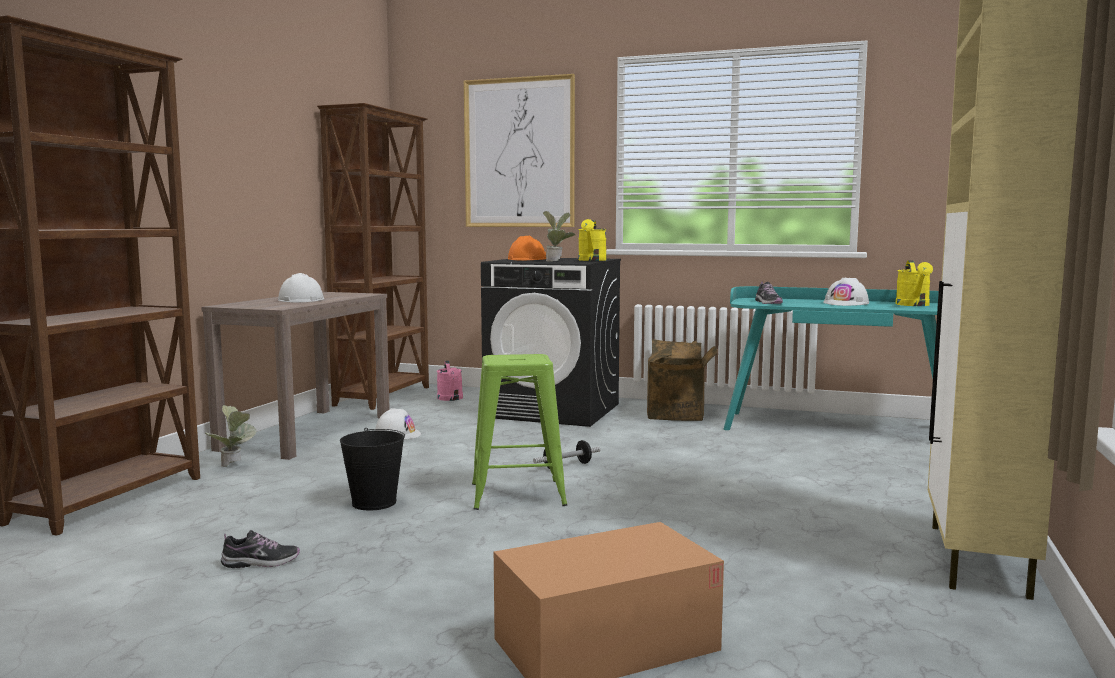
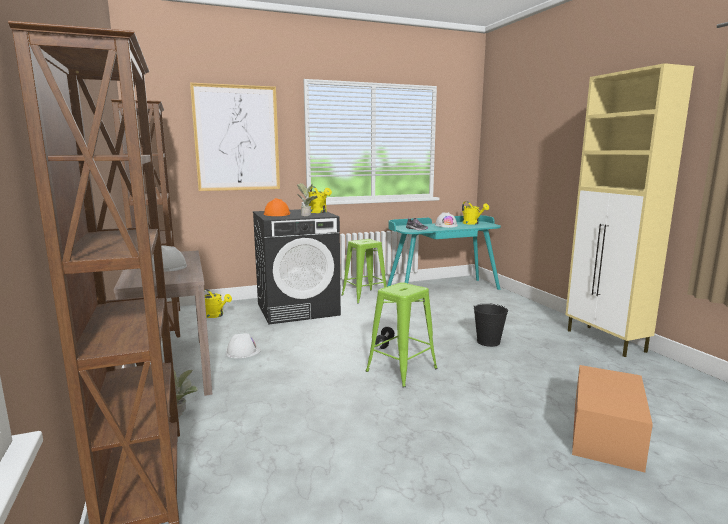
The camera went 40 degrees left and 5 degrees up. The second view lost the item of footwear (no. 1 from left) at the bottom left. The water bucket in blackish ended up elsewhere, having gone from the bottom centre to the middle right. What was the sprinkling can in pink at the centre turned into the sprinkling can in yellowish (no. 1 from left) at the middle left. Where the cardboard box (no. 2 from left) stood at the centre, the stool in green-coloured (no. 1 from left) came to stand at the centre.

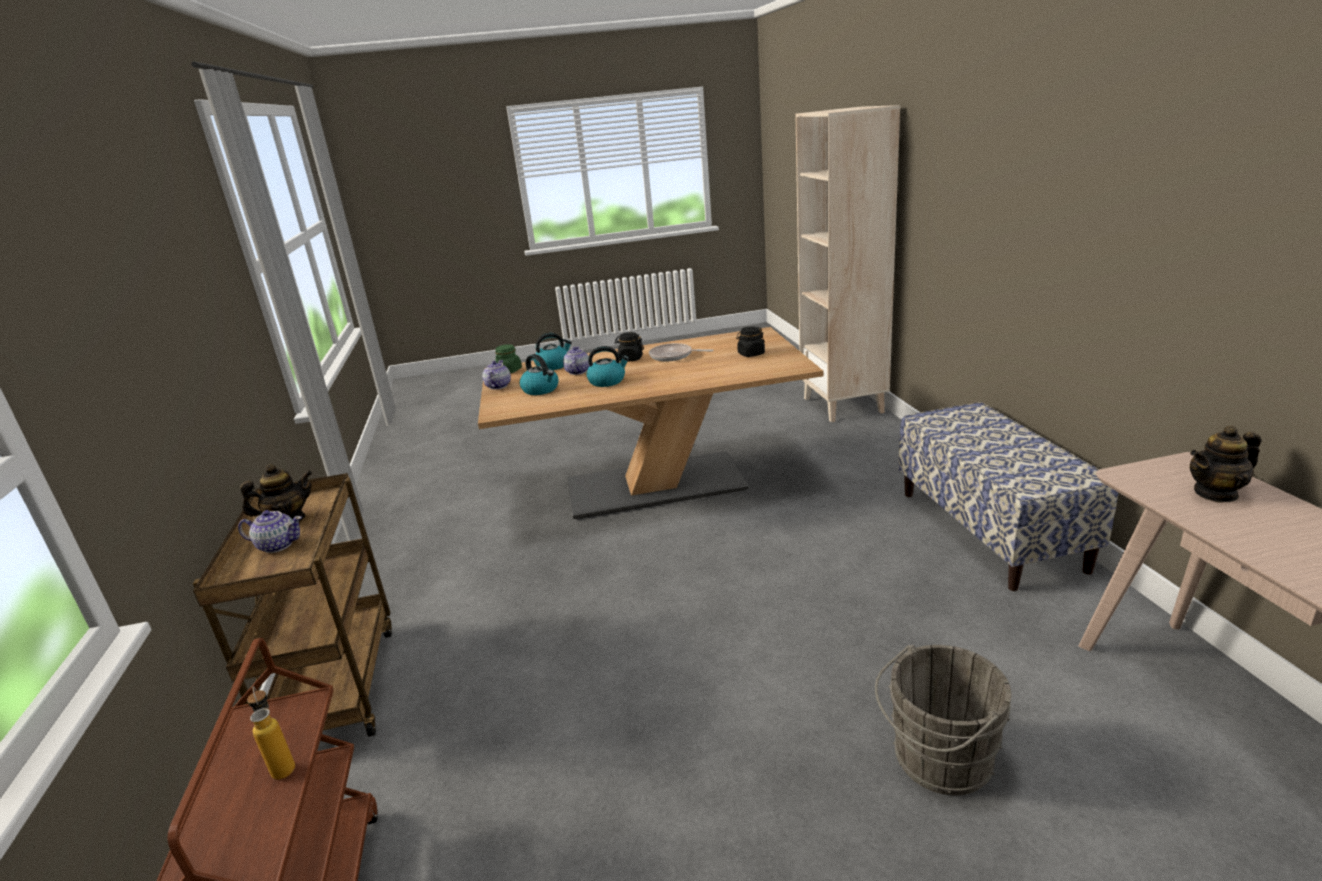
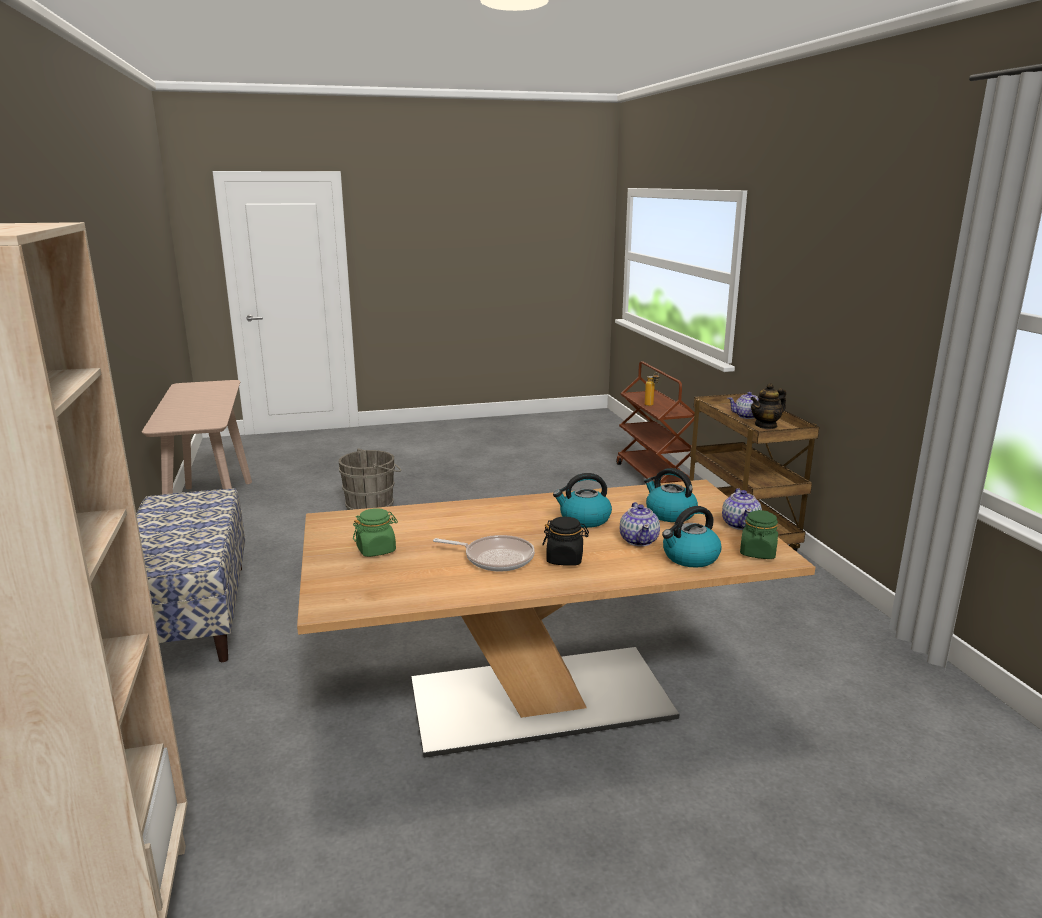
The camera went 175 degrees right and 5 degrees down. What was the preserve jar in blackish (no. 2 from left) at the centre turned into the preserve jar in green-coloured (no. 1 from left) at the centre. The second view lost the tea pot (no. 5 from left) at the middle right.

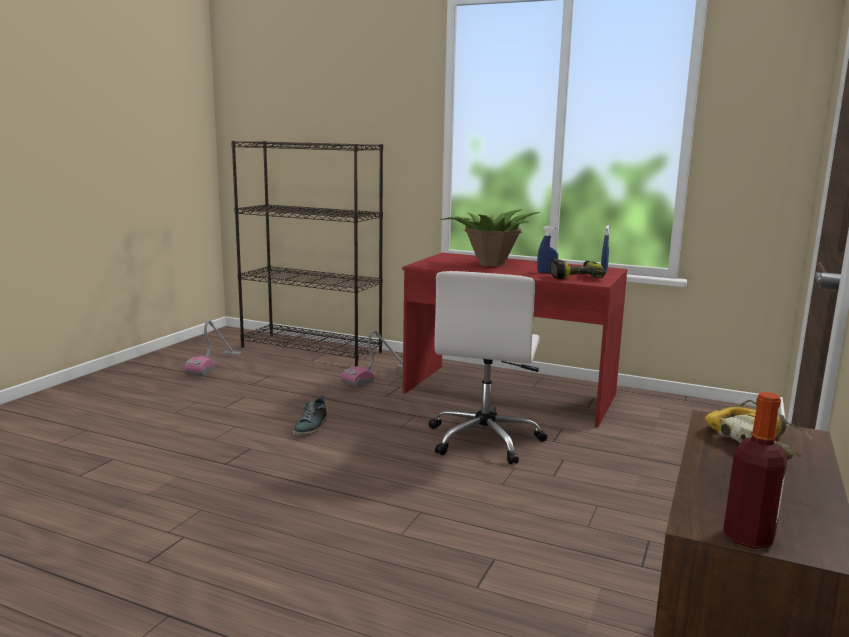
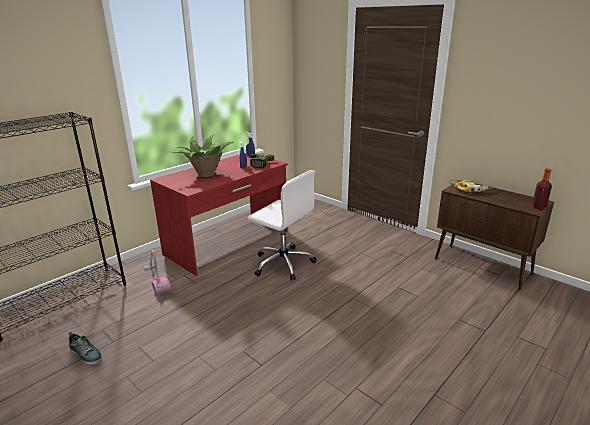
The camera went 70 degrees left and 10 degrees up. The second view lost the vacuum cleaner (no. 1 from left) at the middle left. The item of footwear ended up elsewhere, having gone from the centre to the bottom left.

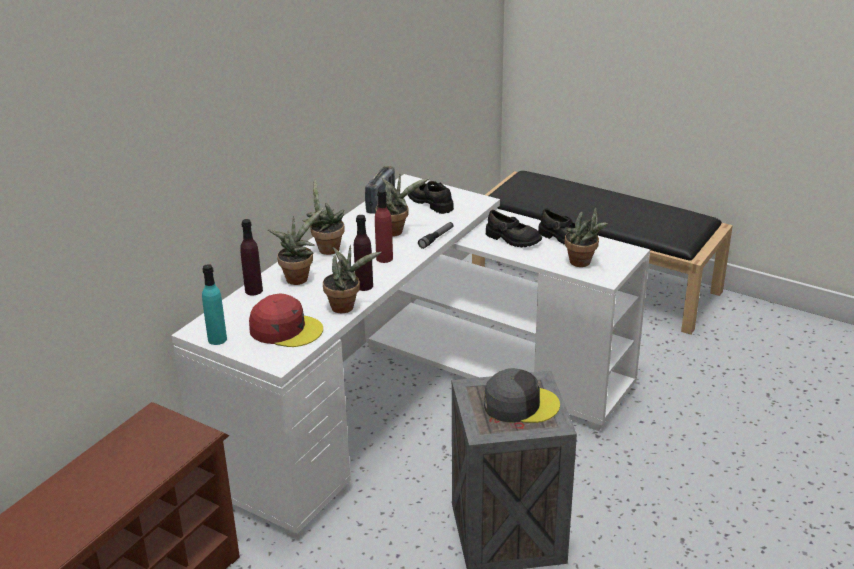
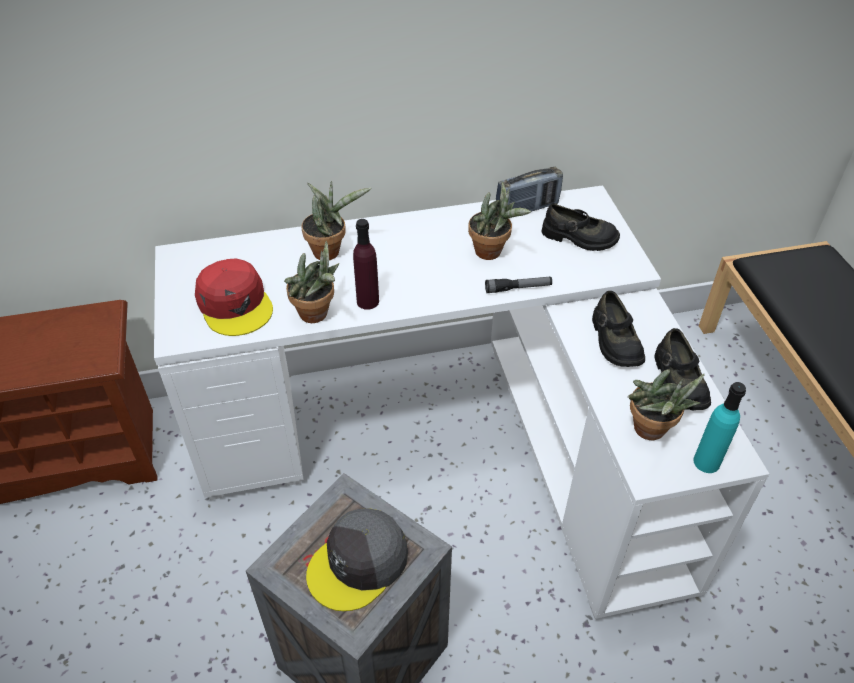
The camera went 45 degrees right and 15 degrees up. The bottle in blue-green ended up elsewhere, having gone from the middle left to the middle right. The second view lost the bottle in purple-coloured (no. 1 from left) at the middle left. The second view lost the plant in a pot (no. 2 from left) at the centre. The second view lost the bottle in reddish at the centre. The item of footwear in blackish (no. 1 from left) at the centre ended up facing another way, 105 degrees clockwise from before. The baseball cap in grey at the bottom centre ended up facing another way, 90 degrees clockwise from before.

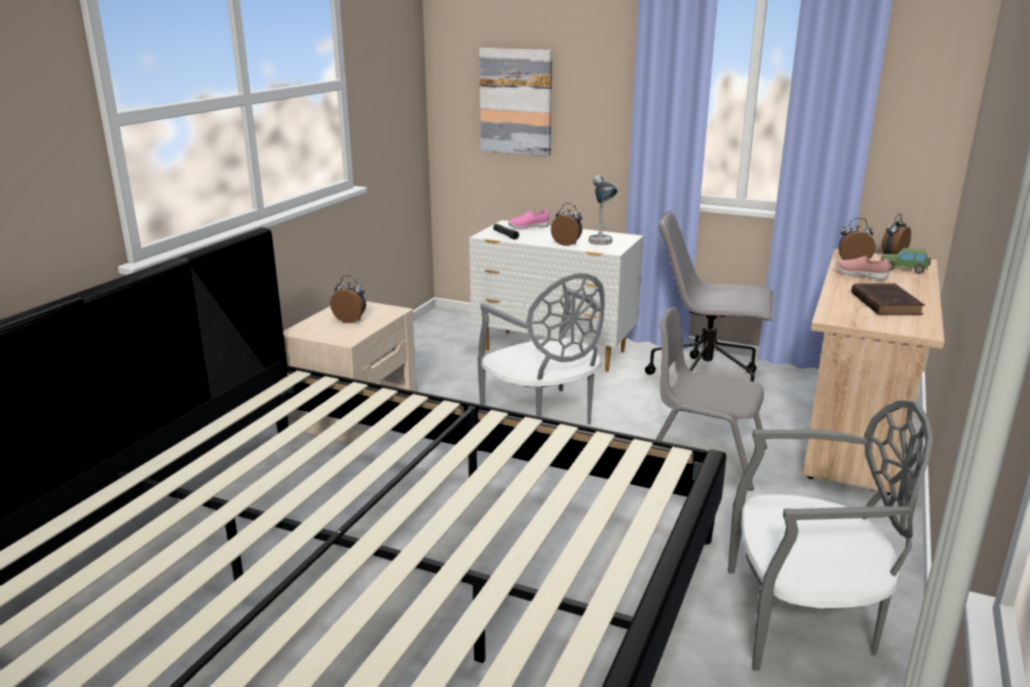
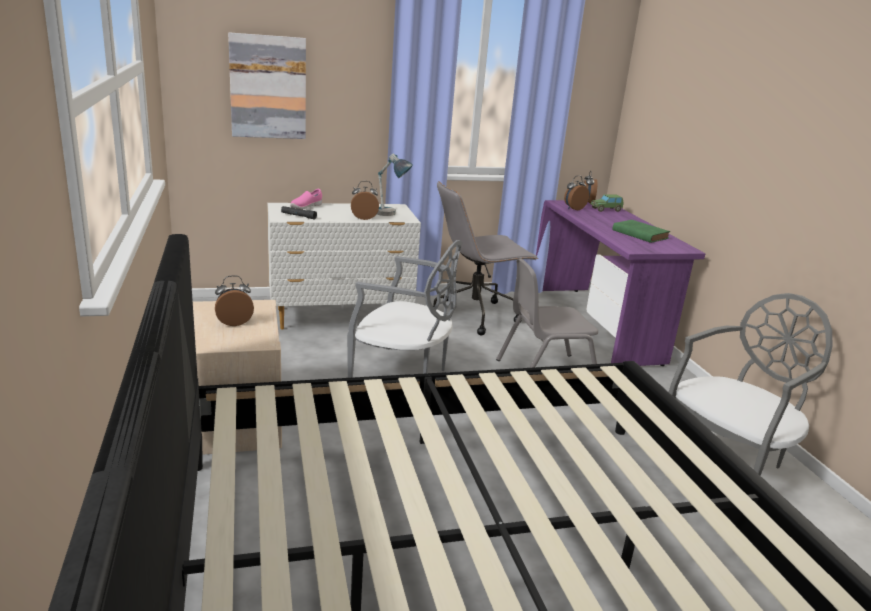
The camera went 40 degrees left and 0 degrees up. What was the desk table in sand-coloured at the middle right turned into the desk table in purple-coloured at the middle right. The second view lost the item of footwear in pink (no. 2 from left) at the middle right. What was the volume in brown-coloured at the middle right turned into the volume in green-coloured at the middle right.

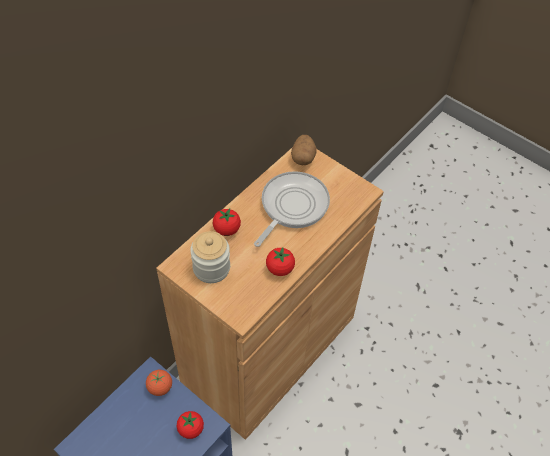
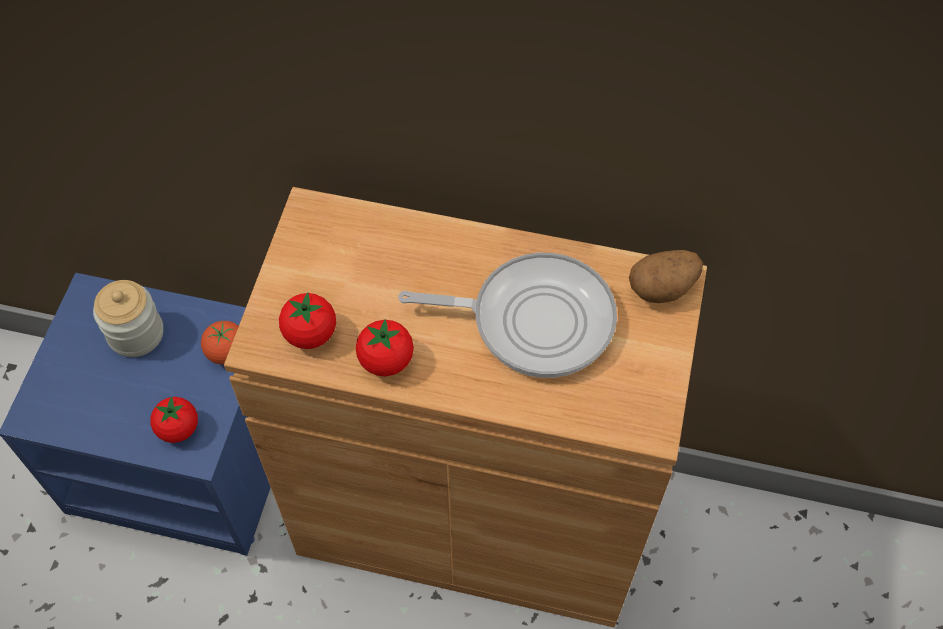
The camera went 65 degrees right and 5 degrees up. The preserve jar ended up elsewhere, having gone from the centre to the middle left. The fresh tomato (no. 3 from left) ended up elsewhere, having gone from the centre to the middle left.

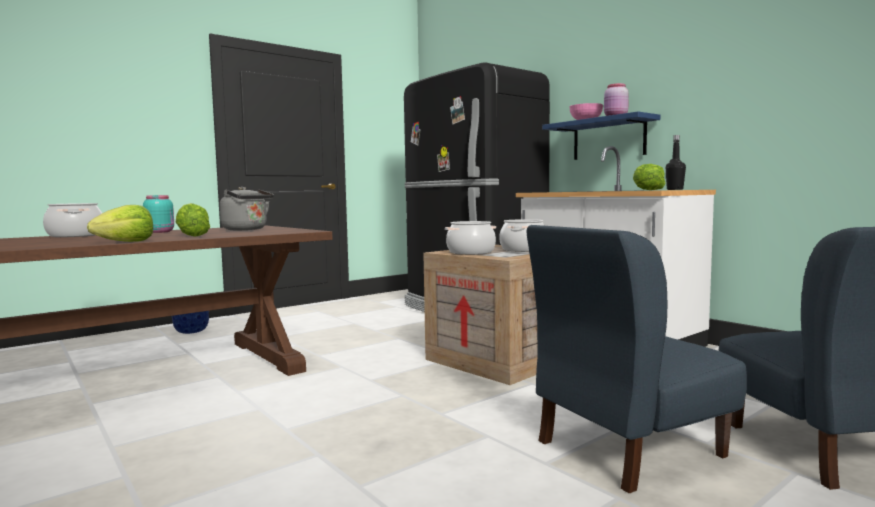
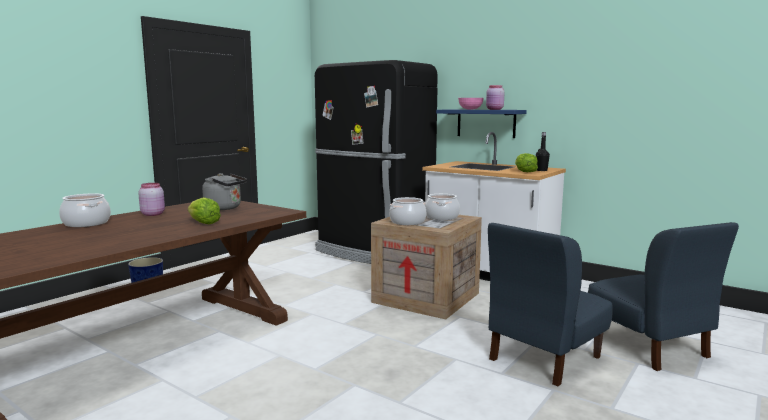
The camera went 15 degrees left and 5 degrees up. The second view lost the lettuce head (no. 1 from left) at the middle left. What was the preserve jar in blue-green at the middle left turned into the preserve jar in pink (no. 1 from left) at the middle left.

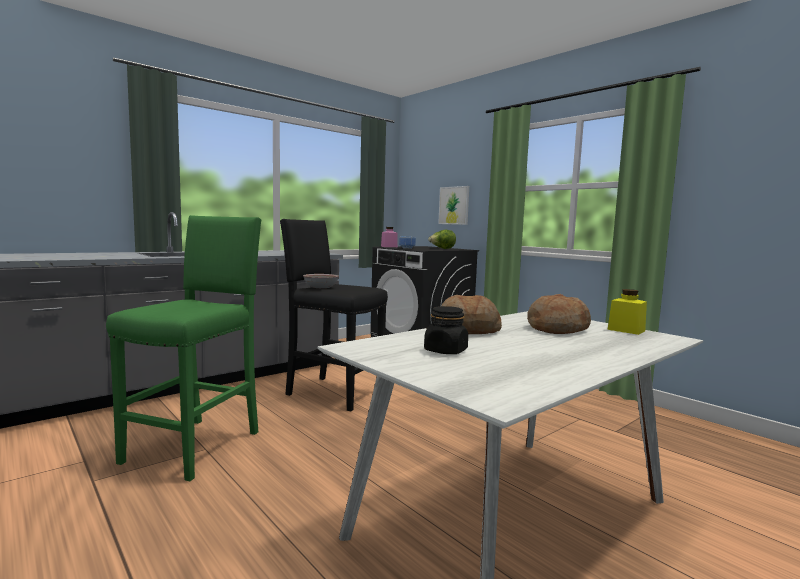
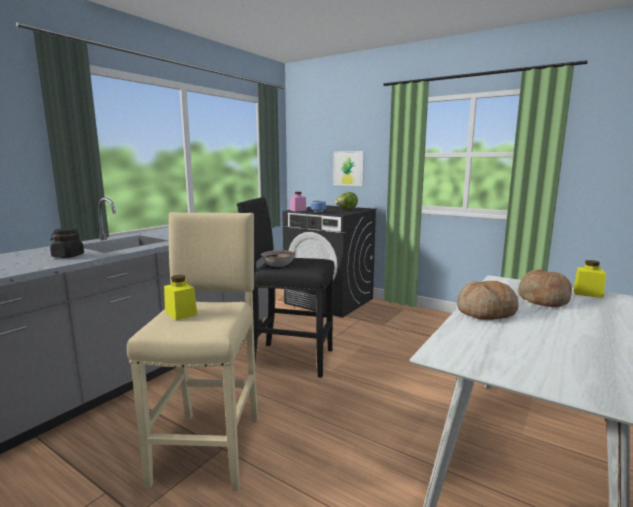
The camera went 15 degrees left and 5 degrees up. What was the stool in green-coloured at the middle left turned into the stool in sand-coloured at the bottom left. The preserve jar in blackish ended up elsewhere, having gone from the centre to the middle left. The second view gained the preserve jar in yellowish (no. 1 from left) at the middle left.

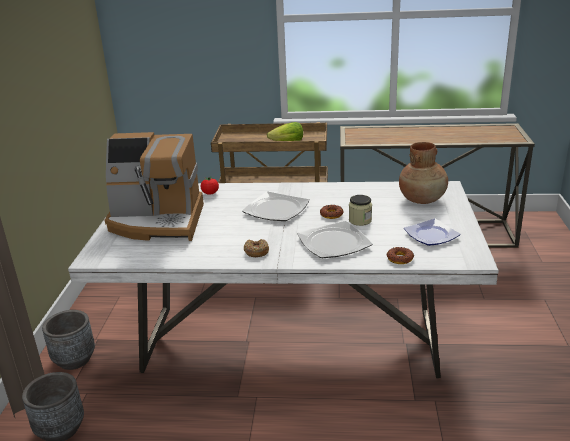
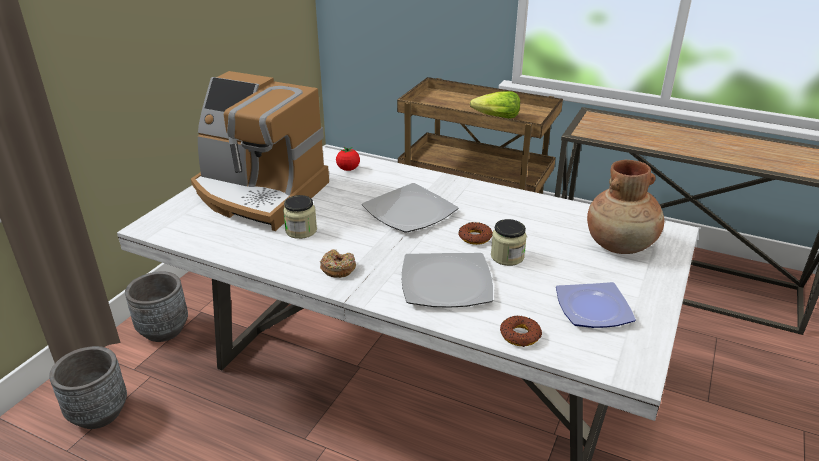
The camera went 20 degrees right and 5 degrees up. The second view gained the preserve jar (no. 1 from left) at the centre.

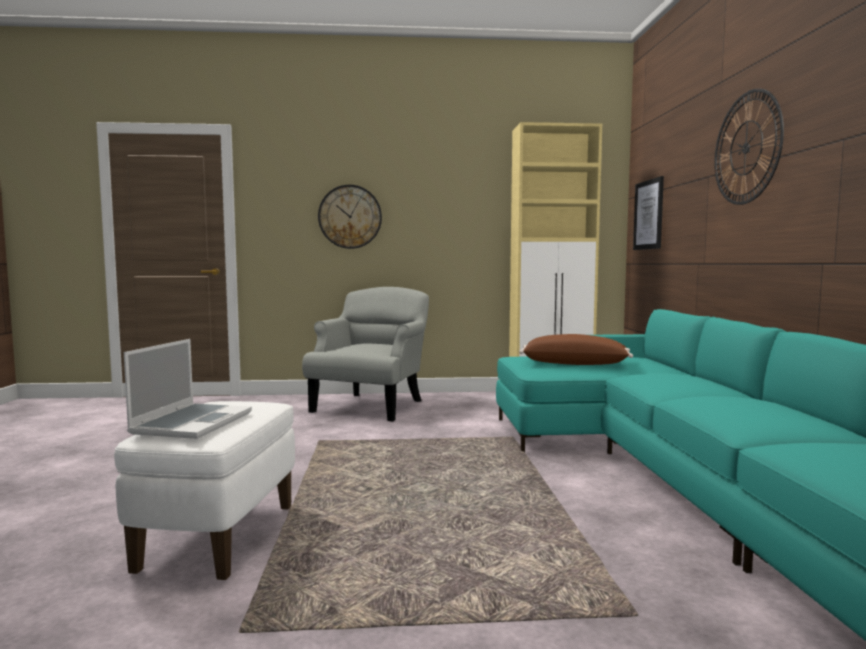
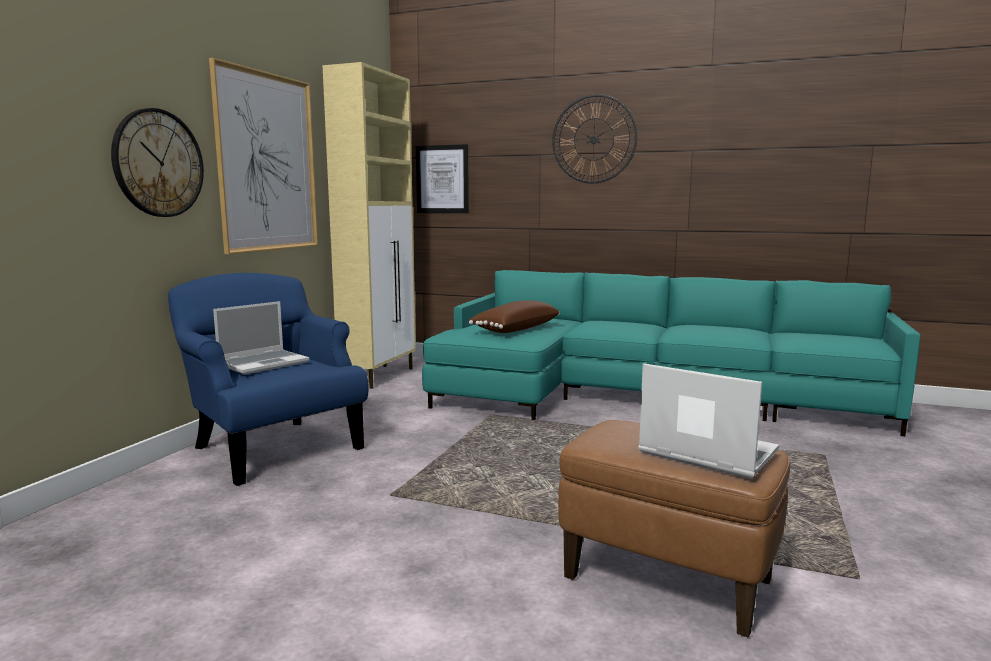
The camera went 65 degrees left and 5 degrees up. What was the footrest in white at the bottom left turned into the footrest in brown-coloured at the bottom right. What was the lounge chair in grey at the centre turned into the lounge chair in blue at the middle left. The second view gained the wall picture (no. 1 from left) at the top left. The second view gained the laptop (no. 1 from left) at the middle left.

